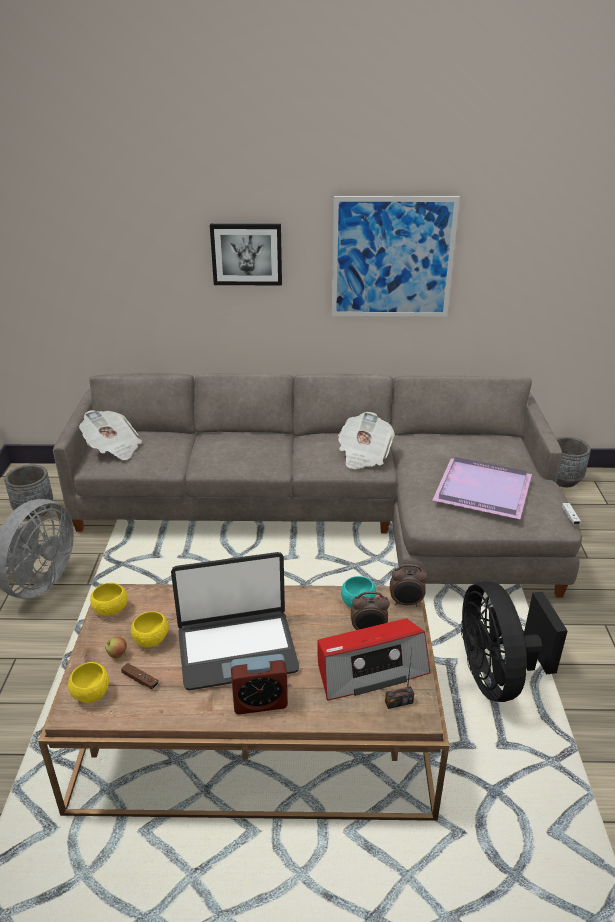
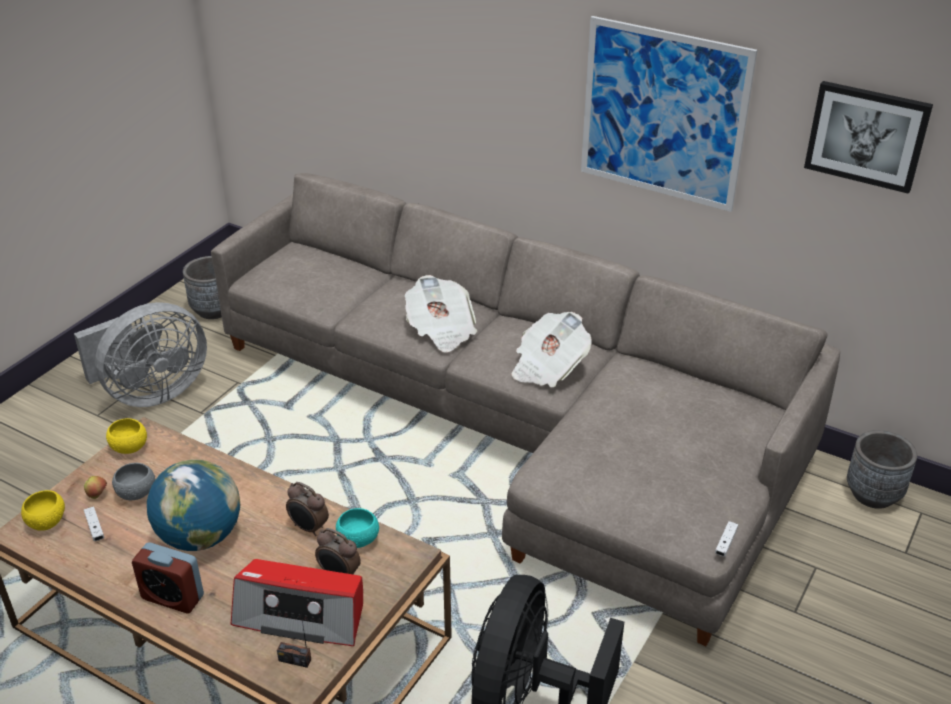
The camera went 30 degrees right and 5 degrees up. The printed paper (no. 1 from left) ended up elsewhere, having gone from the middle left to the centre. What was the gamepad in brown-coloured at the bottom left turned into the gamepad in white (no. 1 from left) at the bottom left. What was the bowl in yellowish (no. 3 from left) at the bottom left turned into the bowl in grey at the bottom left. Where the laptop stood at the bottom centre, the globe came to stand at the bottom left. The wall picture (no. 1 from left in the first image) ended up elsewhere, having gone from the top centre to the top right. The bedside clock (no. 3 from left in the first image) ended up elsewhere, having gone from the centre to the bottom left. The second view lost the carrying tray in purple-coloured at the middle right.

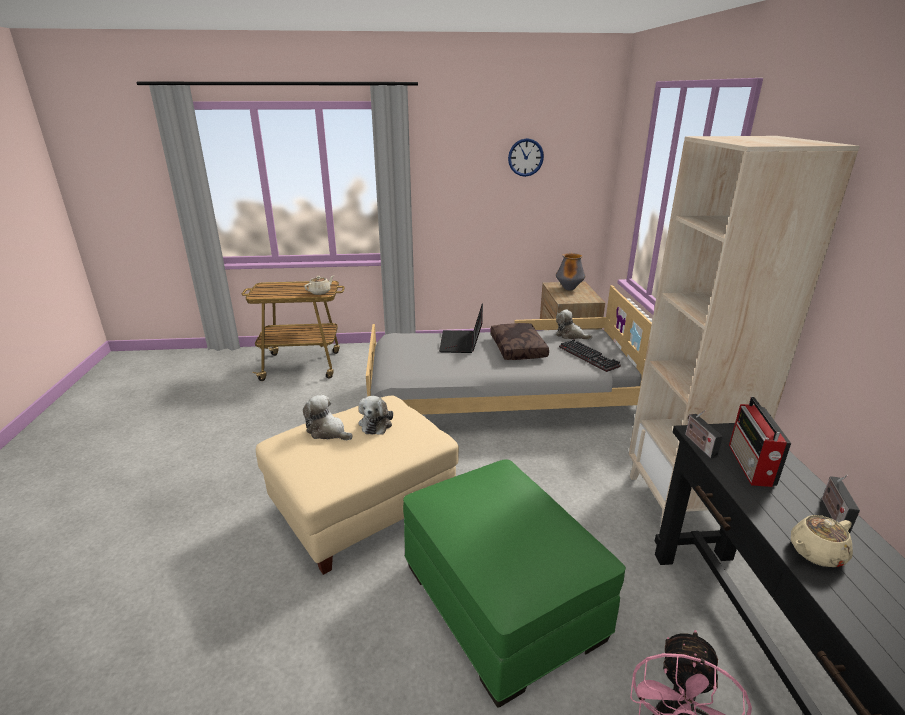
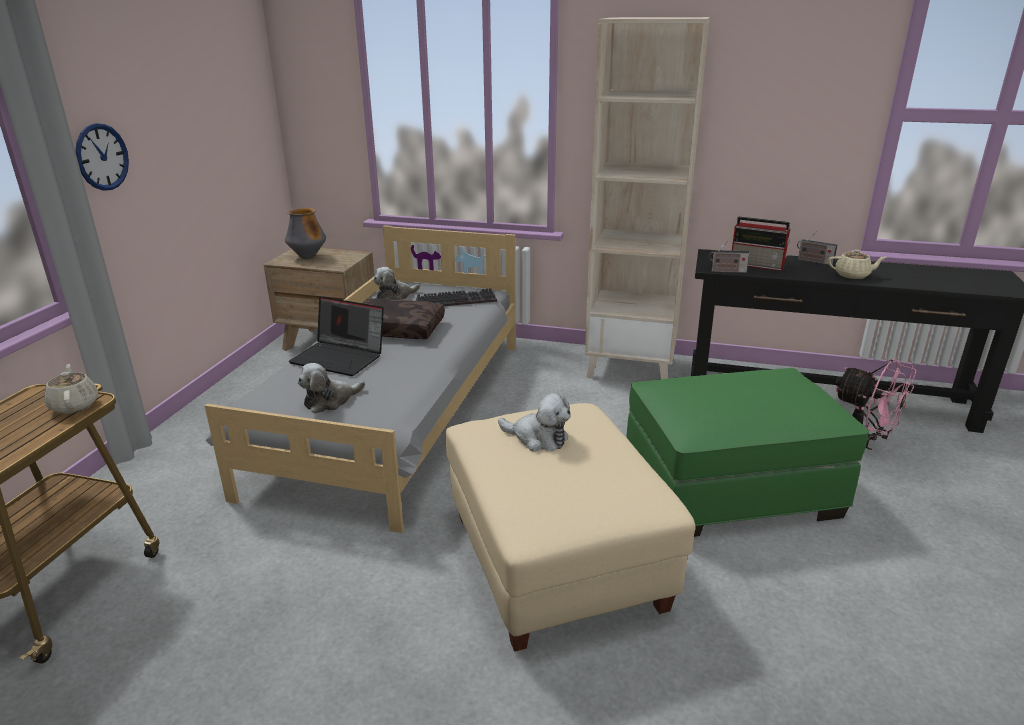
The camera went 70 degrees left and 0 degrees up. The soft toy (no. 1 from left) ended up elsewhere, having gone from the centre to the middle left. The hanging clock ended up elsewhere, having gone from the top centre to the top left. The tea pot in sand-coloured (no. 2 from left) at the bottom right ended up facing another way, 75 degrees counterclockwise from before.

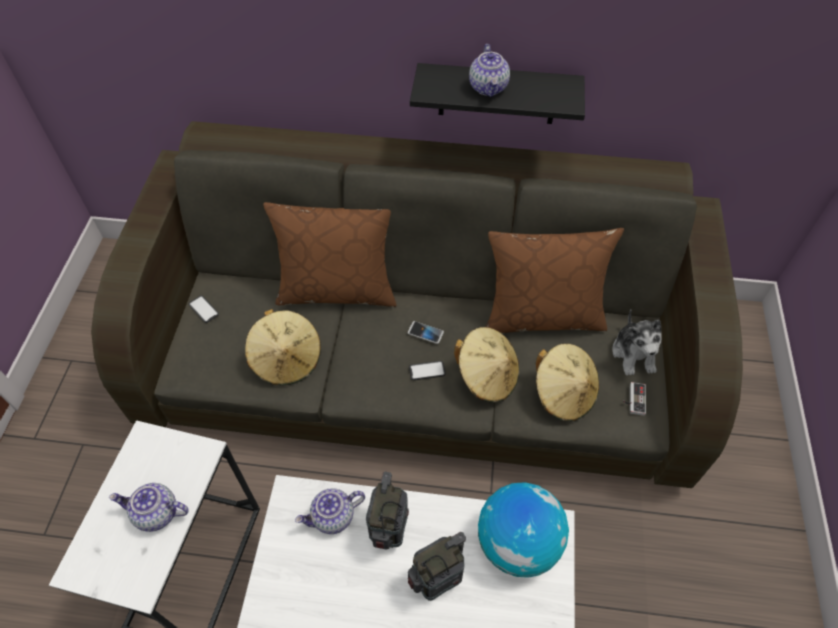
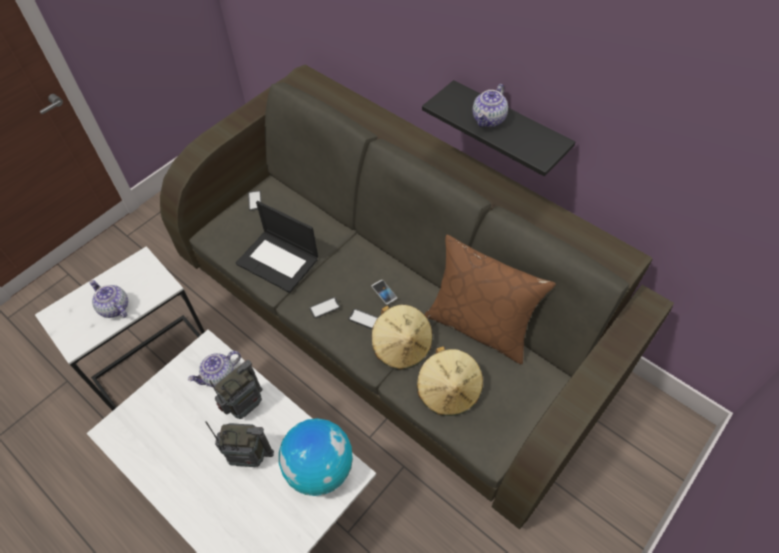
The camera went 35 degrees right and 0 degrees up. Where the hat in sand-coloured (no. 1 from left) stood at the centre, the laptop came to stand at the centre. The second view lost the pillow in brown-coloured (no. 1 from left) at the centre. The tea pot (no. 2 from left) at the bottom centre ended up facing another way, 45 degrees counterclockwise from before. The second view lost the soft toy at the middle right. The second view lost the gamepad at the middle right. The second view gained the telephone (no. 2 from left) at the centre.

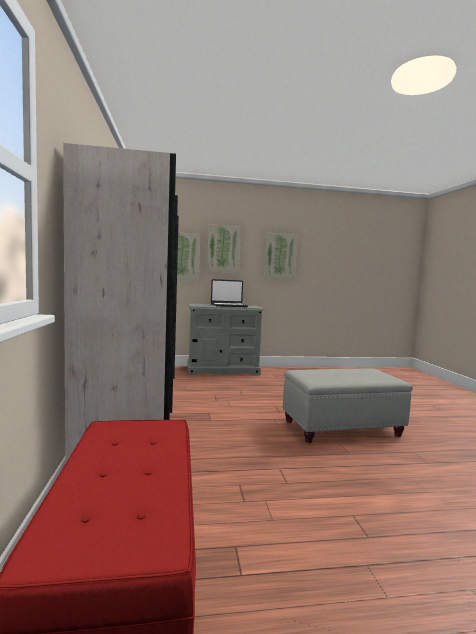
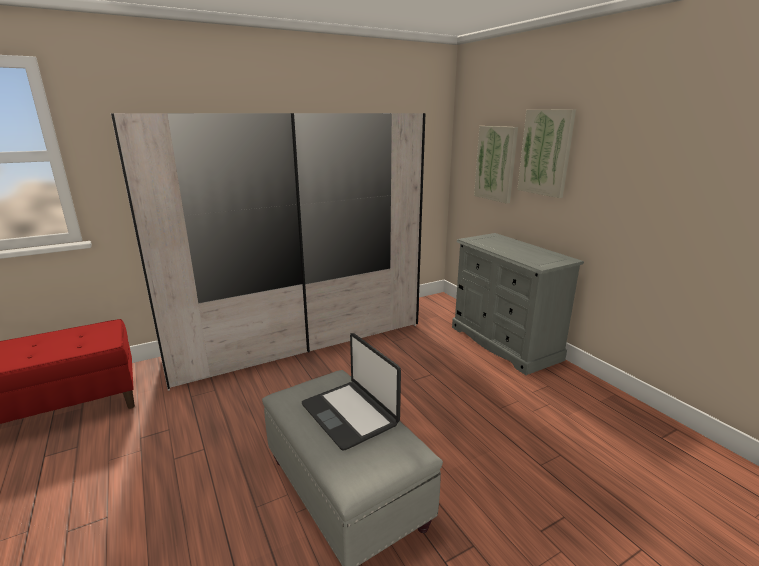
The camera went 70 degrees right and 15 degrees up. The laptop ended up elsewhere, having gone from the centre to the bottom centre. The second view lost the wall picture (no. 3 from left) at the centre.

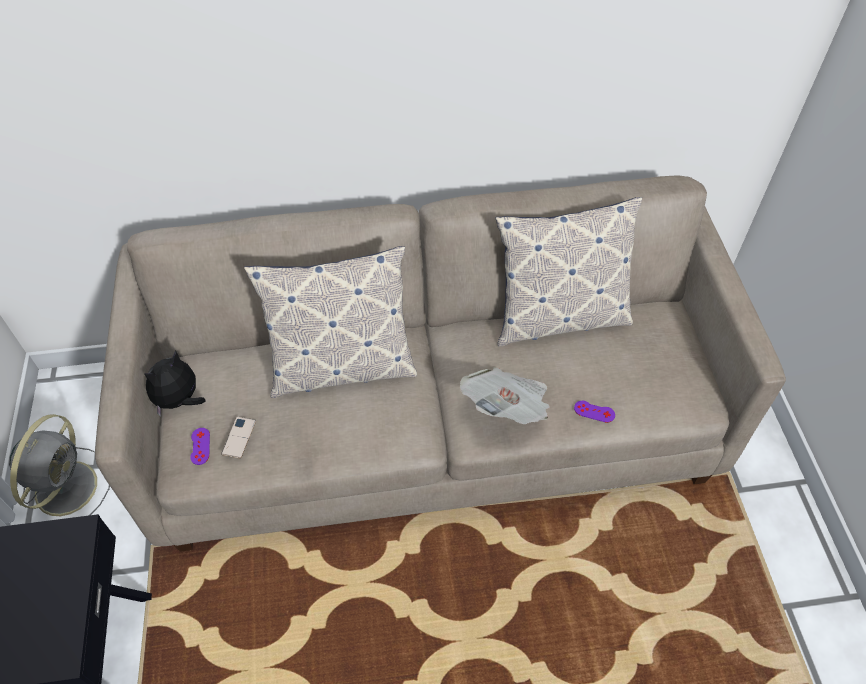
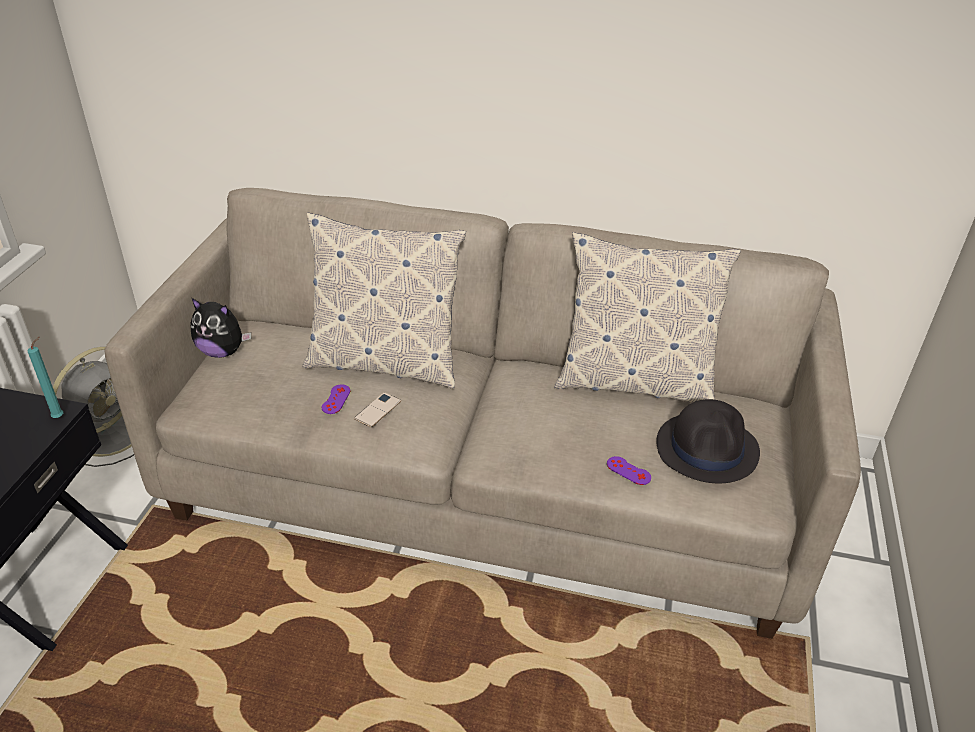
The camera went 20 degrees right and 15 degrees down. The soft toy at the middle left ended up facing another way, 135 degrees counterclockwise from before. The gamepad in purple-coloured (no. 1 from left) ended up elsewhere, having gone from the middle left to the centre. The telephone ended up elsewhere, having gone from the middle left to the centre. The second view lost the printed paper at the centre. The second view gained the wax light in blue-green at the middle left. The second view gained the hat in blackish at the middle right.

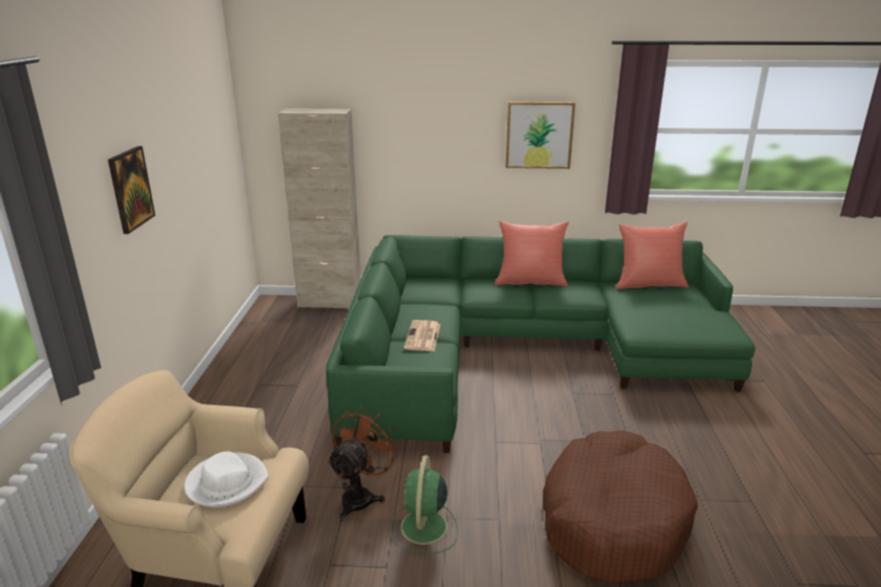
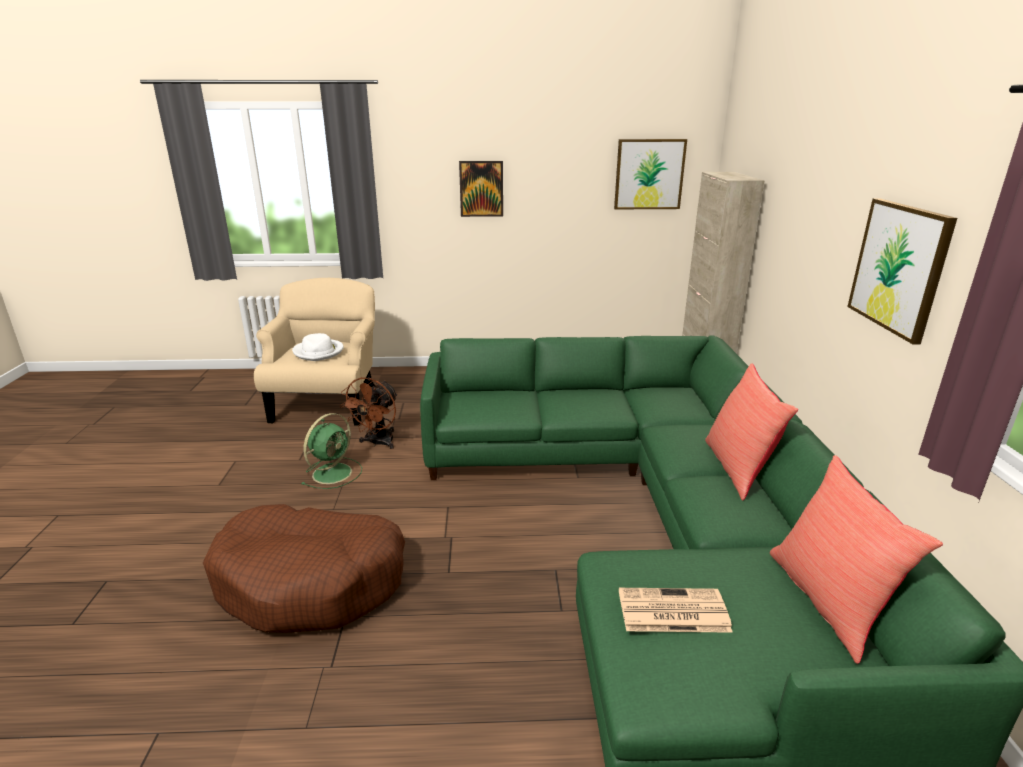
The camera went 85 degrees right and 0 degrees up. The electric fan in brown-coloured at the bottom centre ended up facing another way, 90 degrees clockwise from before. The electric fan in green-coloured at the bottom centre ended up facing another way, 120 degrees clockwise from before. The printed paper ended up elsewhere, having gone from the centre to the bottom centre. The second view gained the wall picture (no. 2 from left) at the top centre.

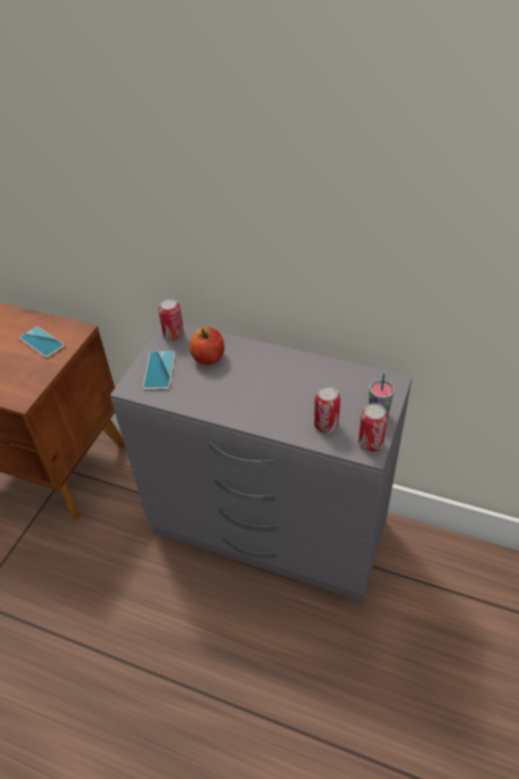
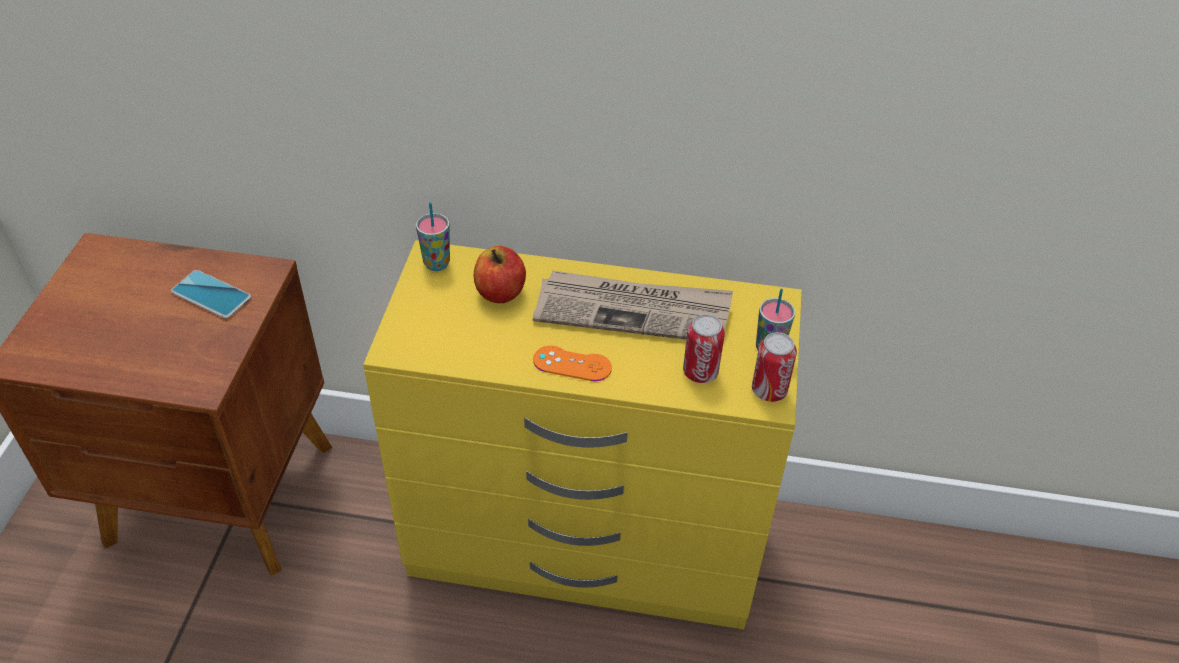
The camera went 15 degrees left and 0 degrees up. What was the dresser in grey at the centre turned into the dresser in yellowish at the centre. The second view lost the telephone (no. 2 from left) at the middle left. Where the can (no. 1 from left) stood at the middle left, the drinking cup (no. 1 from left) came to stand at the centre. The second view gained the printed paper at the centre. The second view gained the gamepad in orange at the centre.

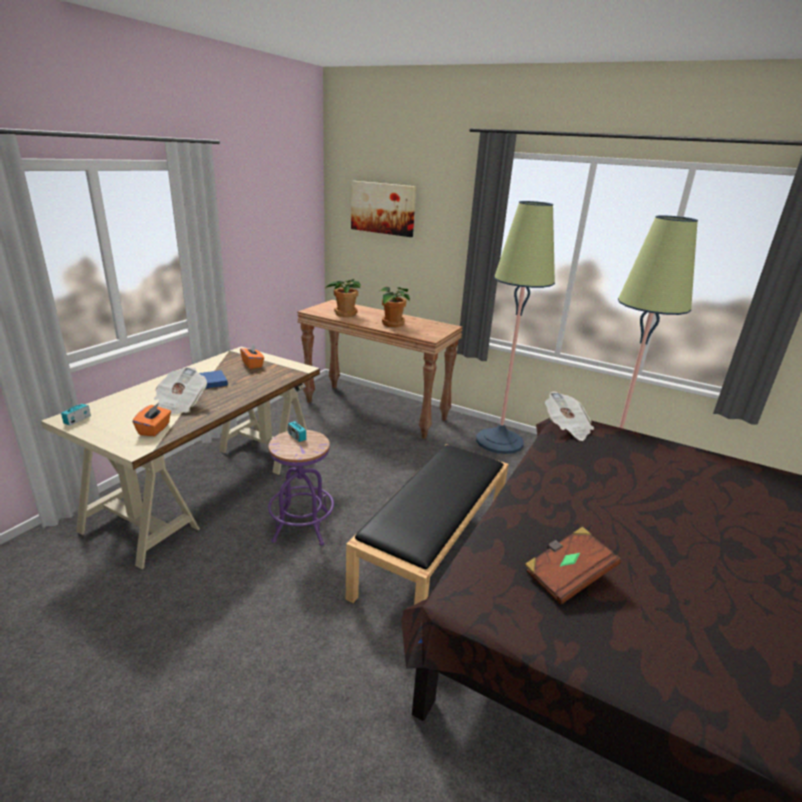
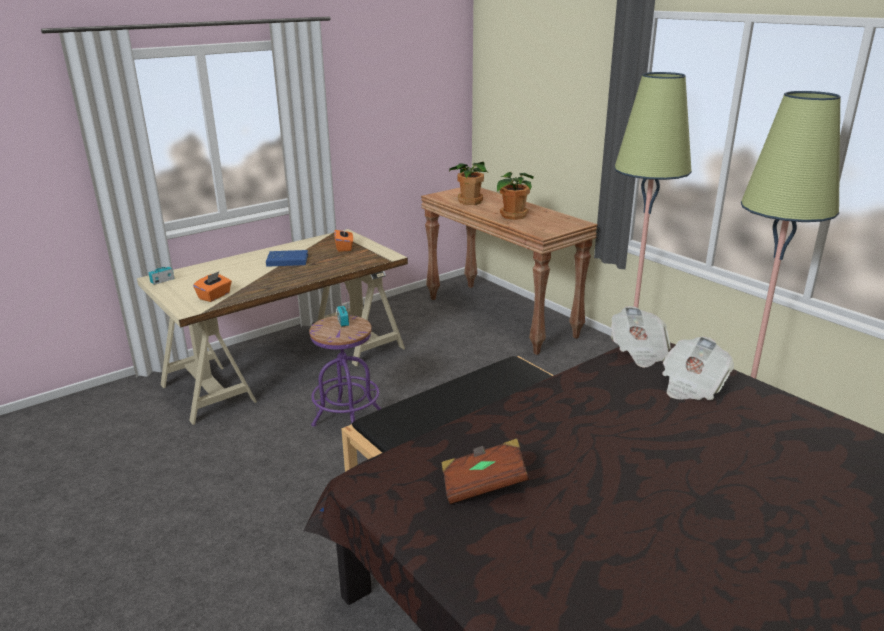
The camera went 25 degrees right and 0 degrees up. The printed paper (no. 1 from left in the first image) ended up elsewhere, having gone from the middle left to the middle right. The second view lost the wall picture at the top centre.

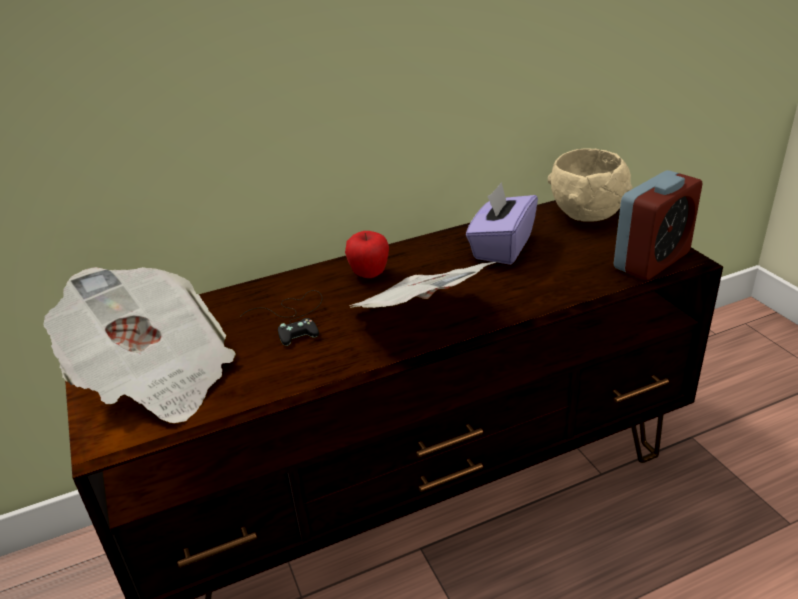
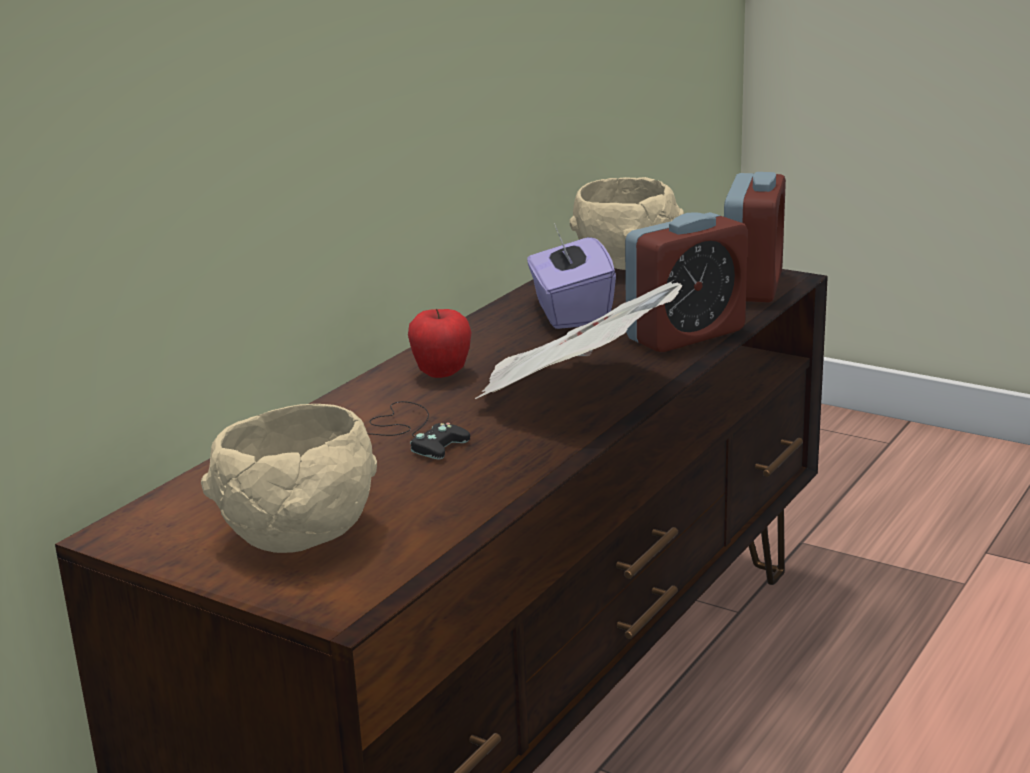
The camera went 35 degrees left and 10 degrees down. Where the printed paper (no. 1 from left) stood at the middle left, the bowl in sand-coloured (no. 1 from left) came to stand at the middle left. The second view gained the bedside clock (no. 1 from left) at the centre.

